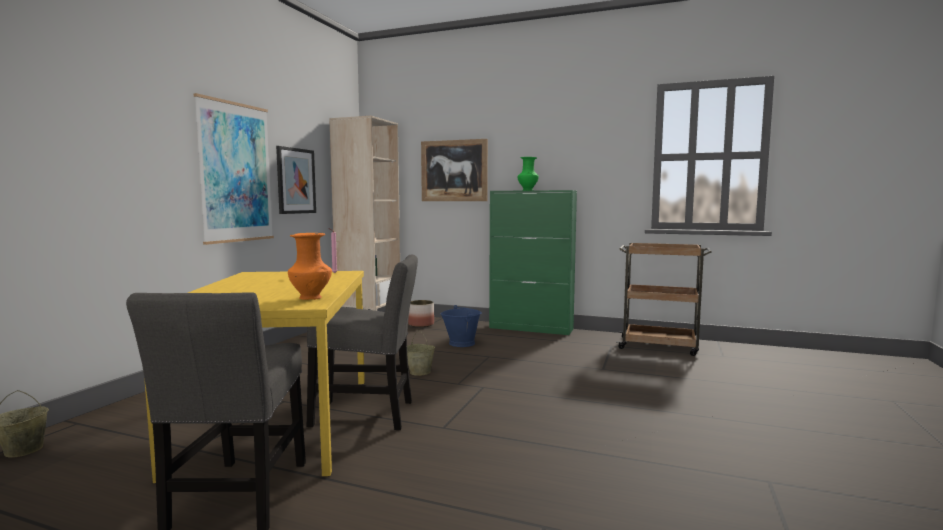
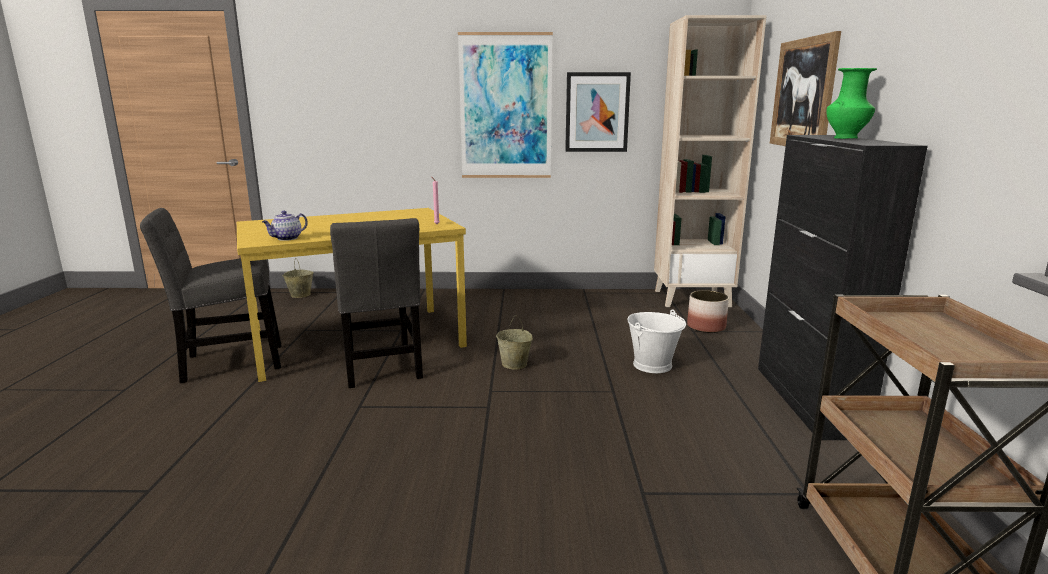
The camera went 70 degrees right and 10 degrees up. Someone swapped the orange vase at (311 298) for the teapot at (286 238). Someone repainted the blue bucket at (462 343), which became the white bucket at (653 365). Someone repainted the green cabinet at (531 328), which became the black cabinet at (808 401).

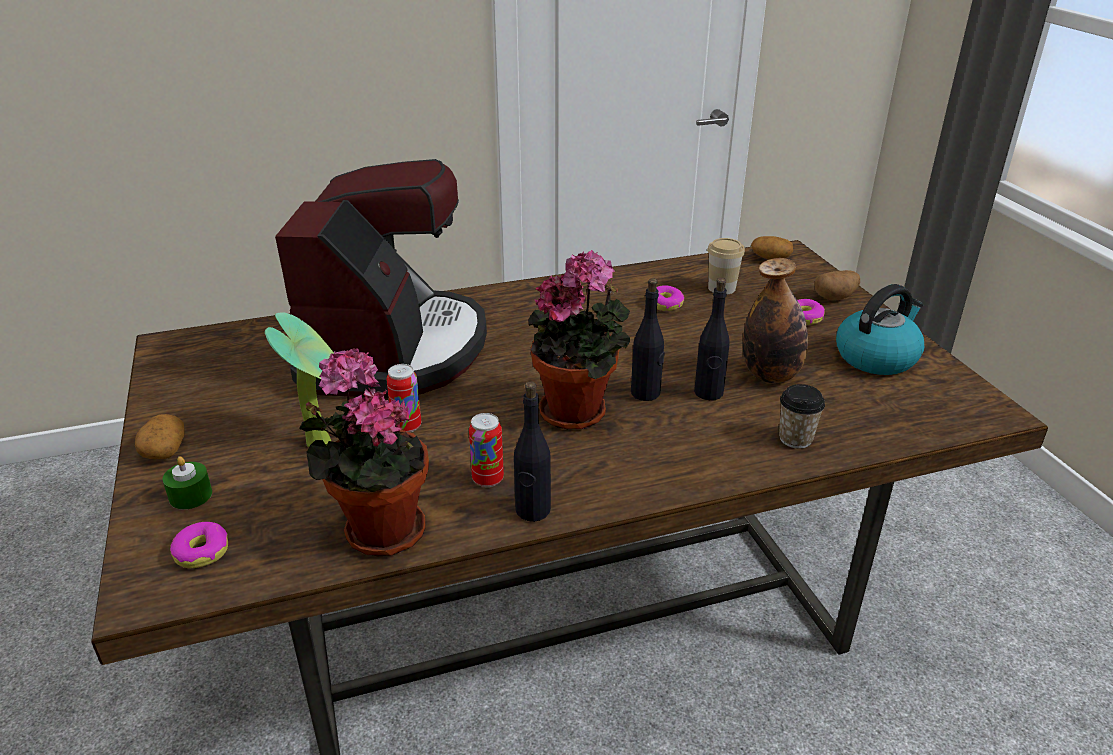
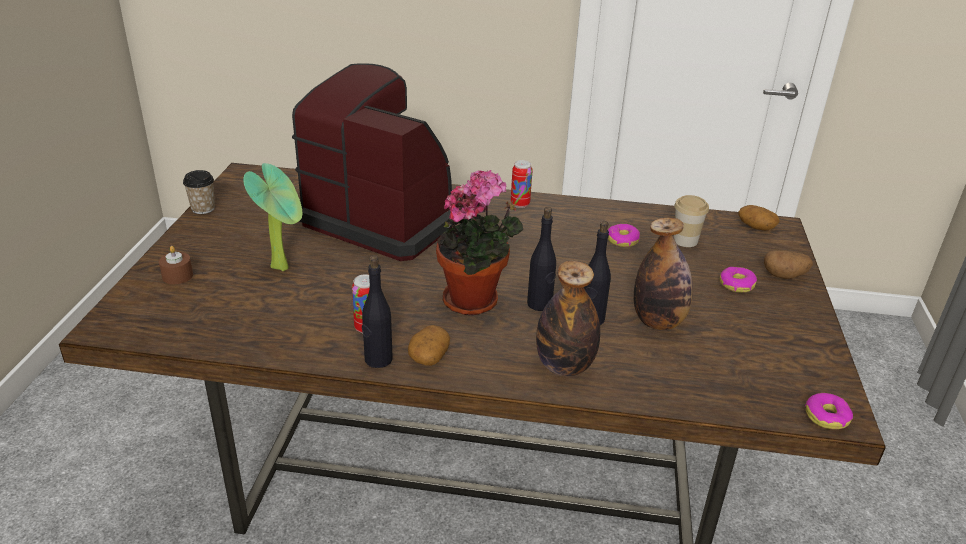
The camera went 25 degrees right and 0 degrees up. Someone took away the potted plant at (378 530). Someone took away the kettle at (876 357). Someone put down the bottle at (564 366). Someone carried the potato from (164 449) to (429 356). Someone carried the donut from (202 551) to (826 416). Someone carried the can from (407 426) to (520 204). Someone carried the cup from (795 439) to (203 209). Someone repainted the green candle at (190 495), which became the brown candle at (177 276). Someone rotated the coffee machine at (395 350) by 90 degrees counterclockwise.

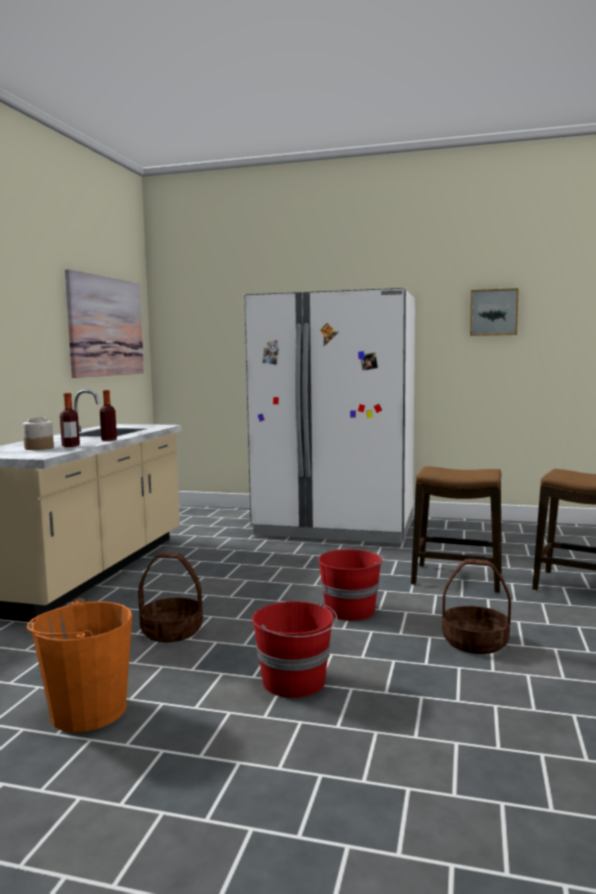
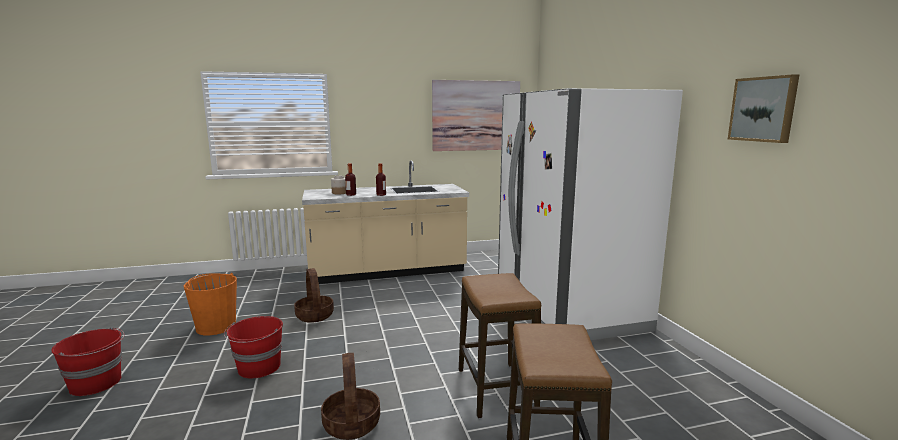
The camera went 60 degrees right and 5 degrees up. Someone carried the red bucket from (350 610) to (97 383).

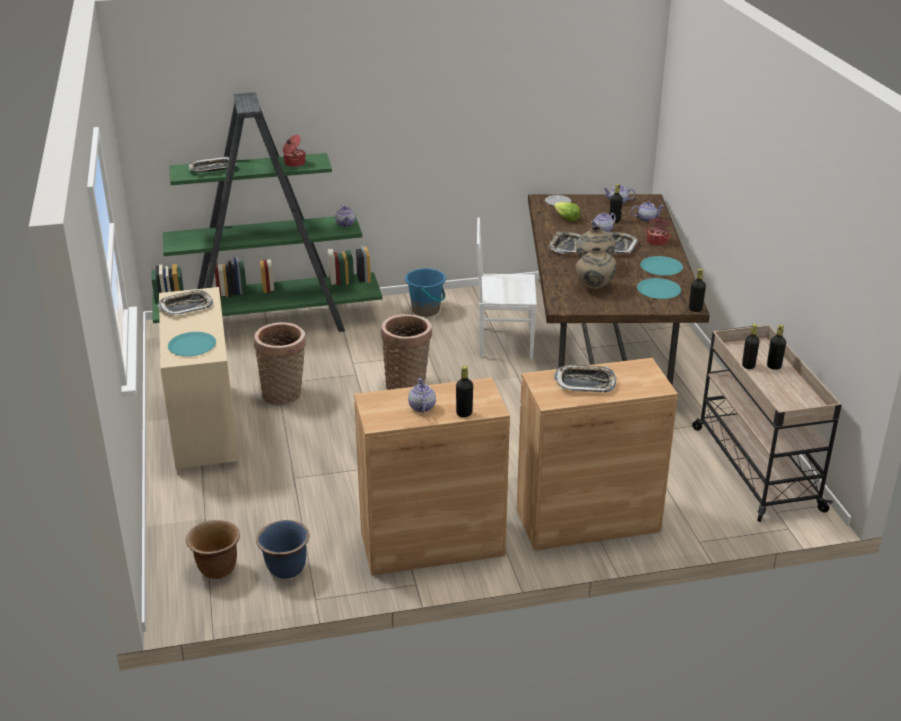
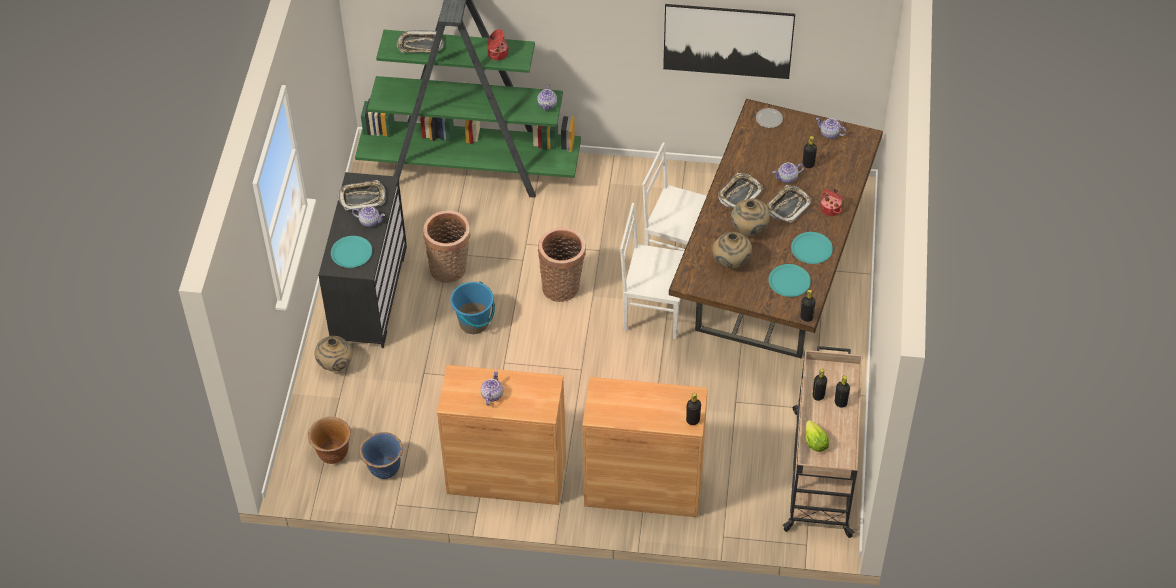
The camera went 20 degrees right and 20 degrees up. Someone took away the tray at (585 382). Someone put down the beige vase at (335 365). Someone put down the white chair at (653 311). Someone put up the picture at (728 41). Someone carried the blue bucket from (426 310) to (474 323). Someone carried the black bottle from (464 413) to (693 420). Someone carried the lettuce from (566 218) to (814 442). Someone carried the teapot from (646 219) to (370 221). Someone repainted the beige dresser at (203 428), which became the black dresser at (368 293).

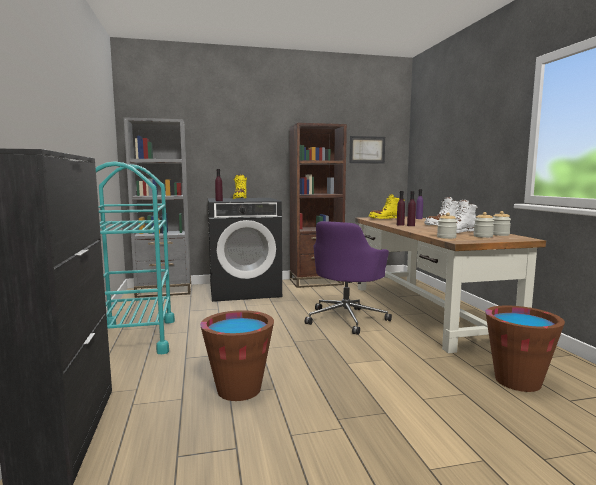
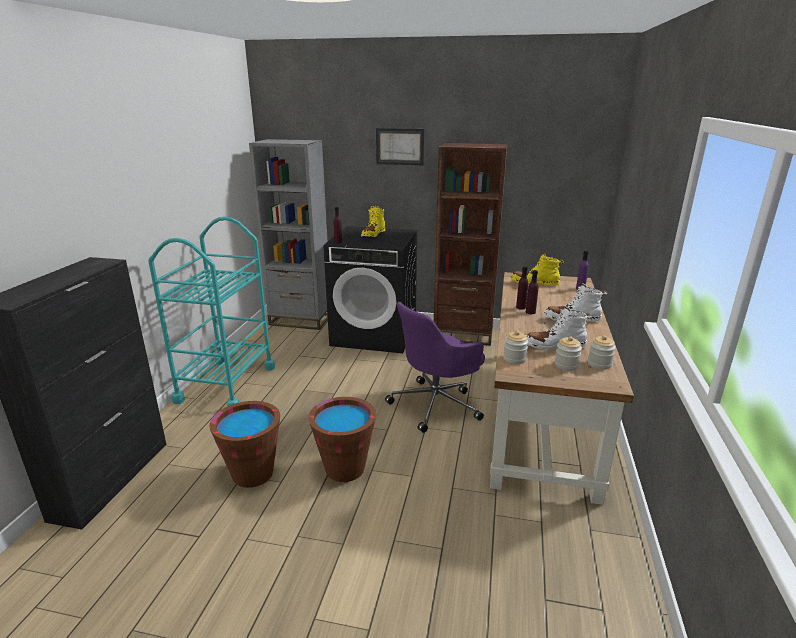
The camera went 25 degrees right and 15 degrees up. Someone carried the picture from (367 150) to (400 146). Someone carried the brown bucket from (517 381) to (345 468).

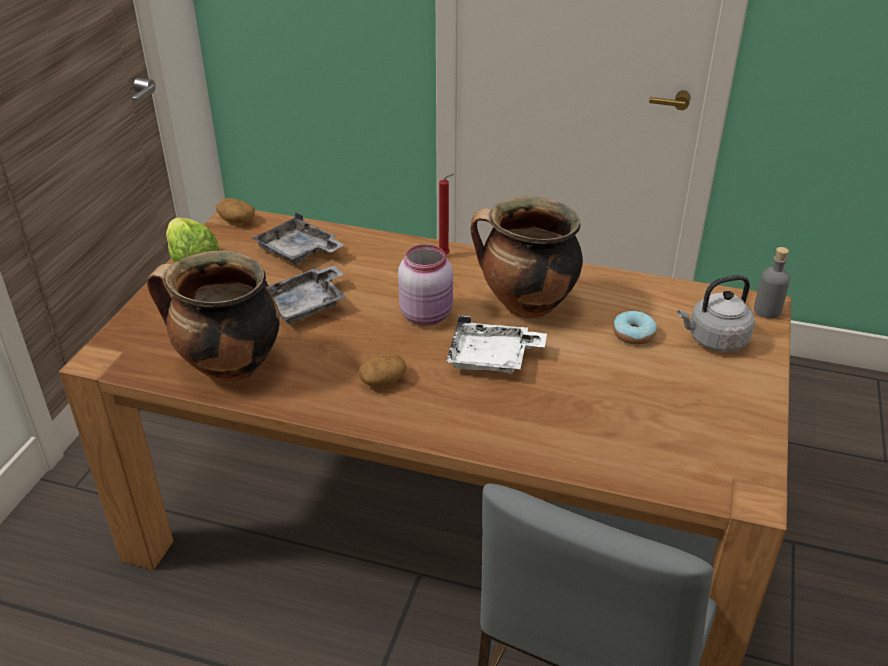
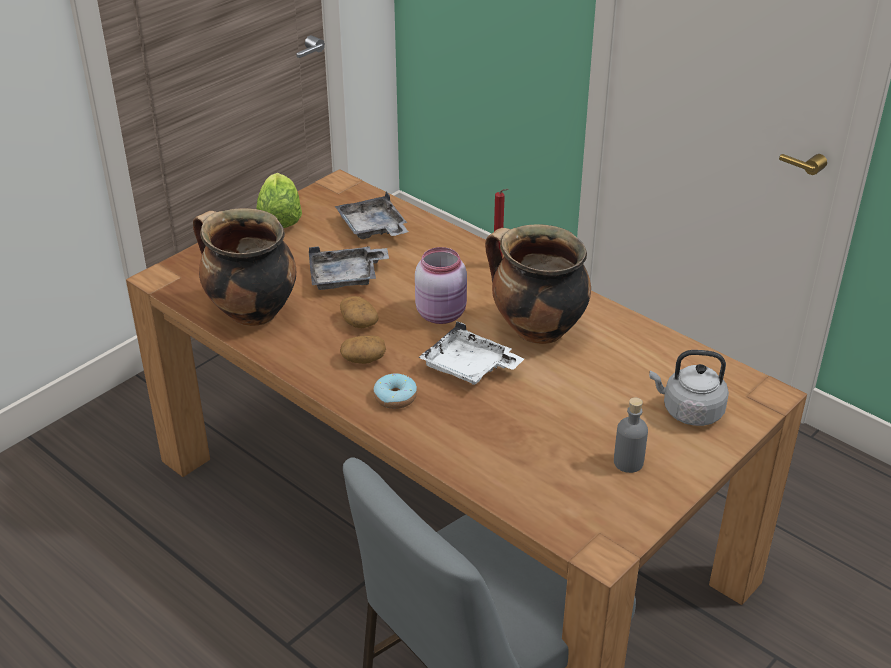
The camera went 25 degrees right and 0 degrees up. Someone carried the potato from (236 220) to (358 322). Someone carried the donut from (633 334) to (395 398). Someone carried the grey bottle from (767 310) to (628 462).

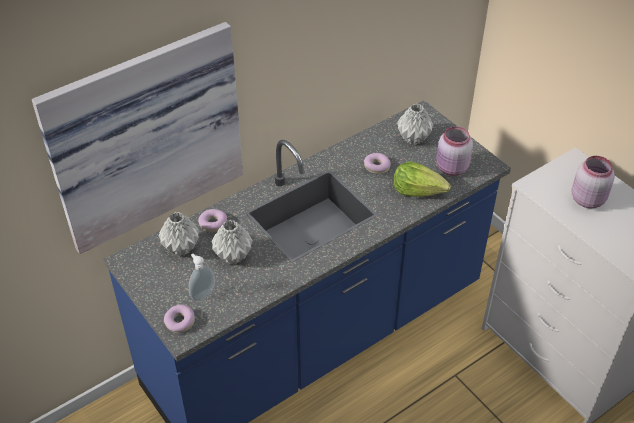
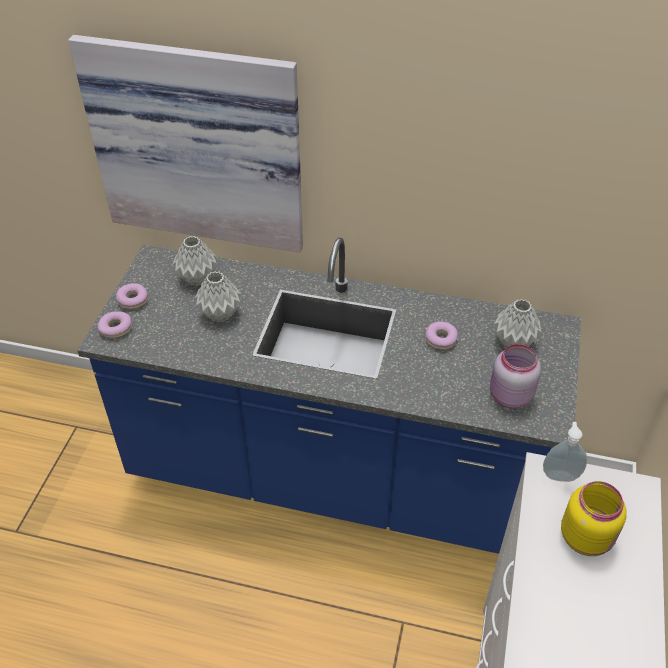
The camera went 50 degrees right and 0 degrees up. Someone took away the lettuce at (418 190). Someone carried the soap dispenser from (202 294) to (560 475). Someone carried the donut from (213 223) to (133 300). Someone repainted the pink jar at (587 198), which became the yellow jar at (587 537).

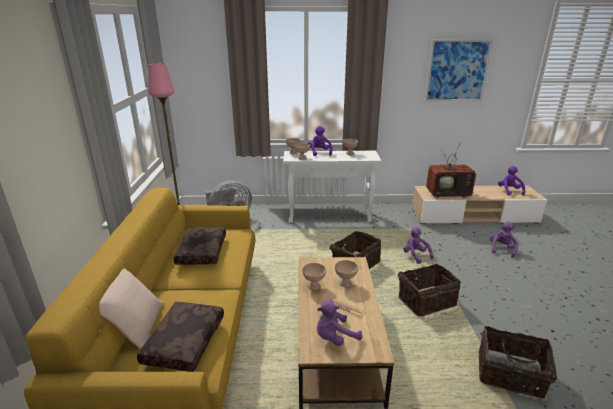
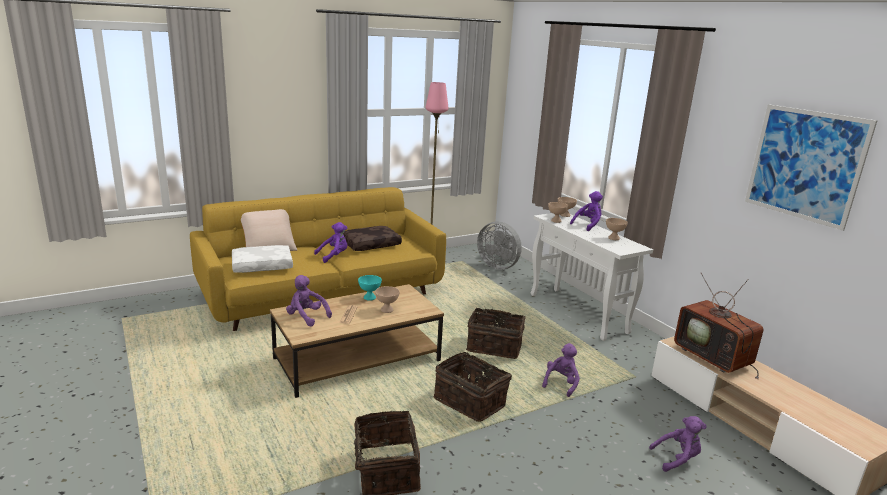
The camera went 60 degrees right and 5 degrees down. Someone carried the purple plush toy from (509 191) to (334 256). Someone repainted the brown pillow at (184 341), which became the white pillow at (262 265). Someone repainted the beige bowl at (313 286), which became the turquoise bowl at (369 297).

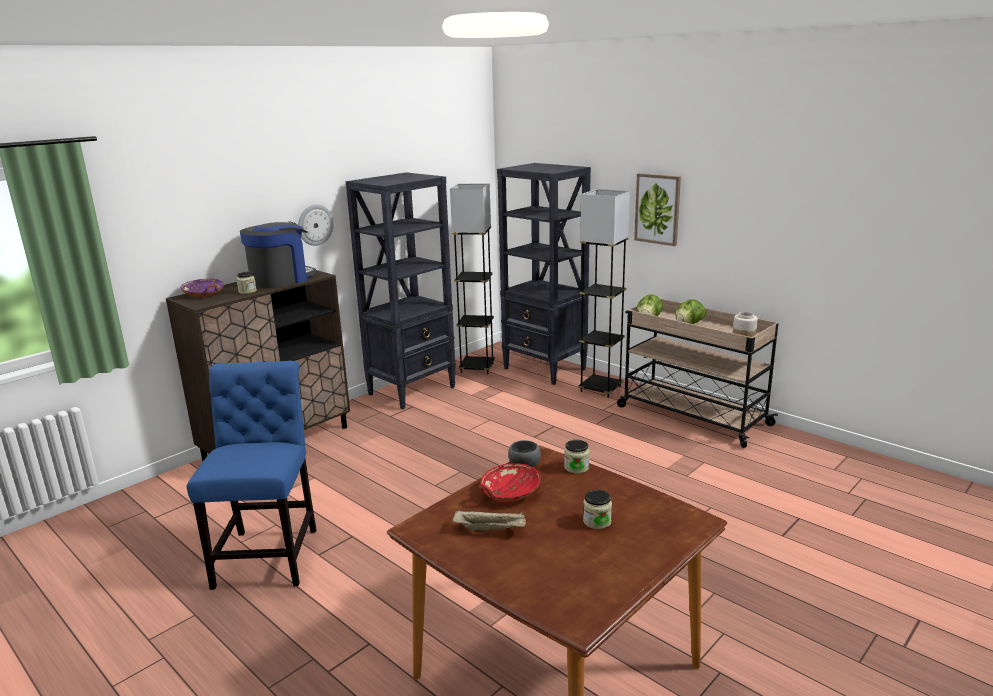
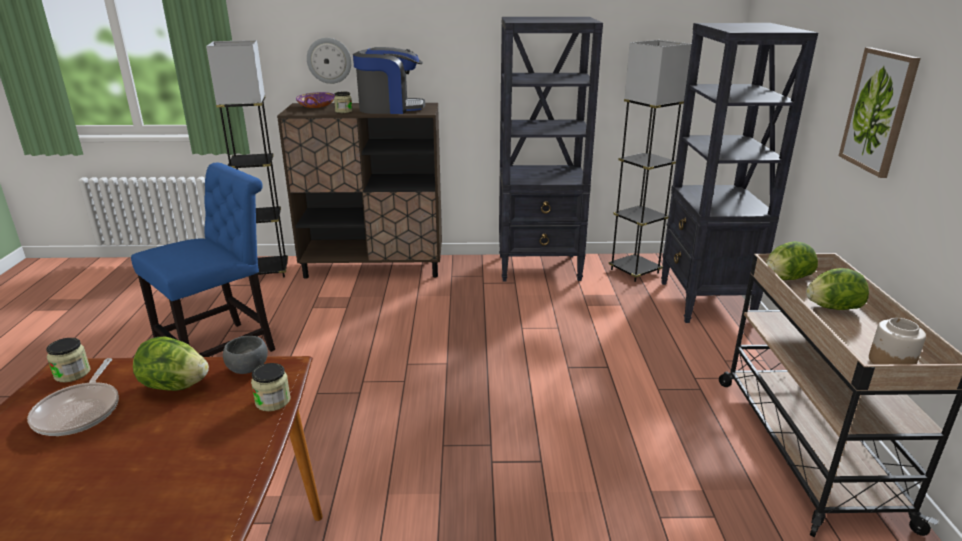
The camera went 45 degrees right and 5 degrees up. Someone carried the wall clock from (315 225) to (329 60). Someone carried the grey floor lamp from (600 389) to (268 271). Someone carried the jar from (597 521) to (72 373). Someone swapped the beige tray at (491 529) for the frying pan at (80 411). Someone swapped the red bowl at (509 492) for the lettuce at (175 386).

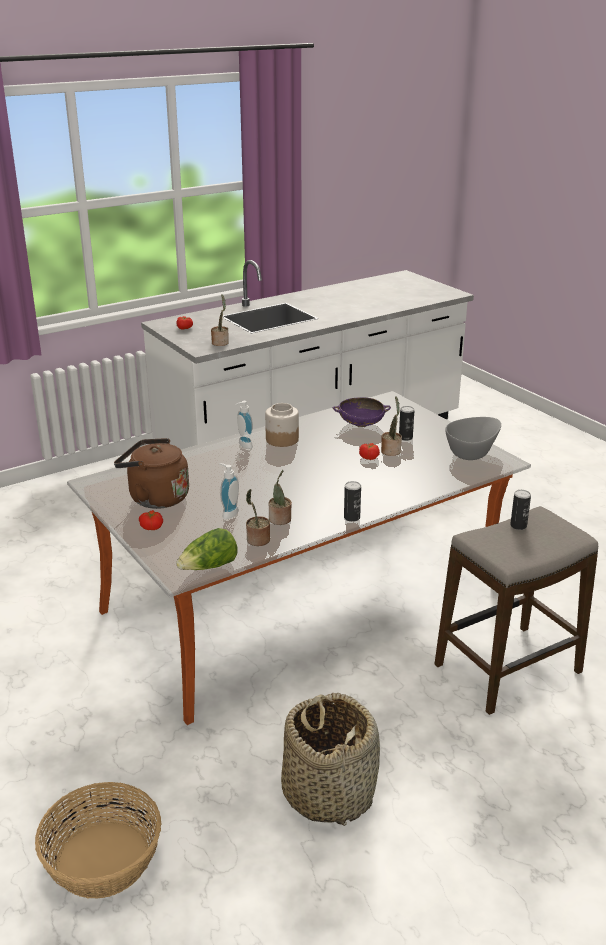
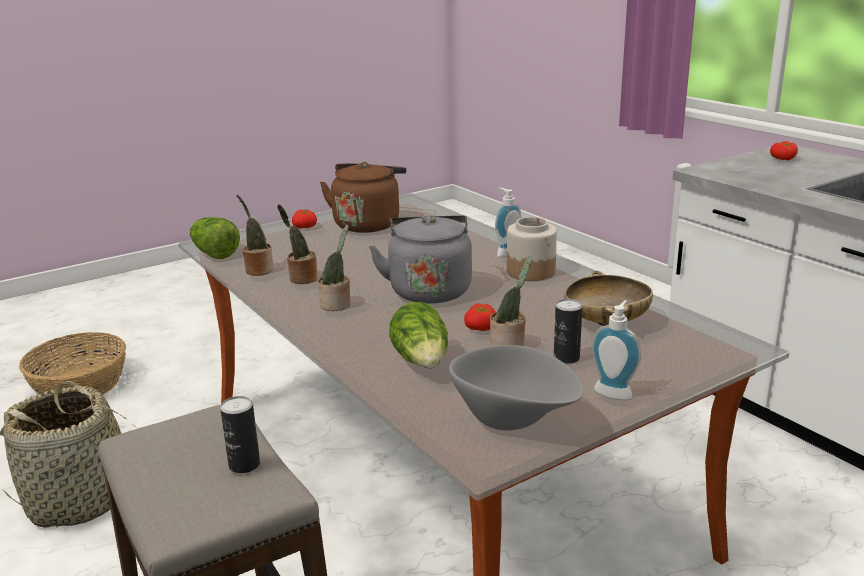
The camera went 90 degrees right and 5 degrees down. Someone took away the can at (352 517). Someone put down the grey kettle at (429 290). Someone put down the lettuce at (422 361). Someone carried the potted plant from (220 342) to (337 305). Someone carried the soap dispenser from (228 513) to (614 391). Someone repainted the purple bowl at (361 425), which became the beige bowl at (606 322).

